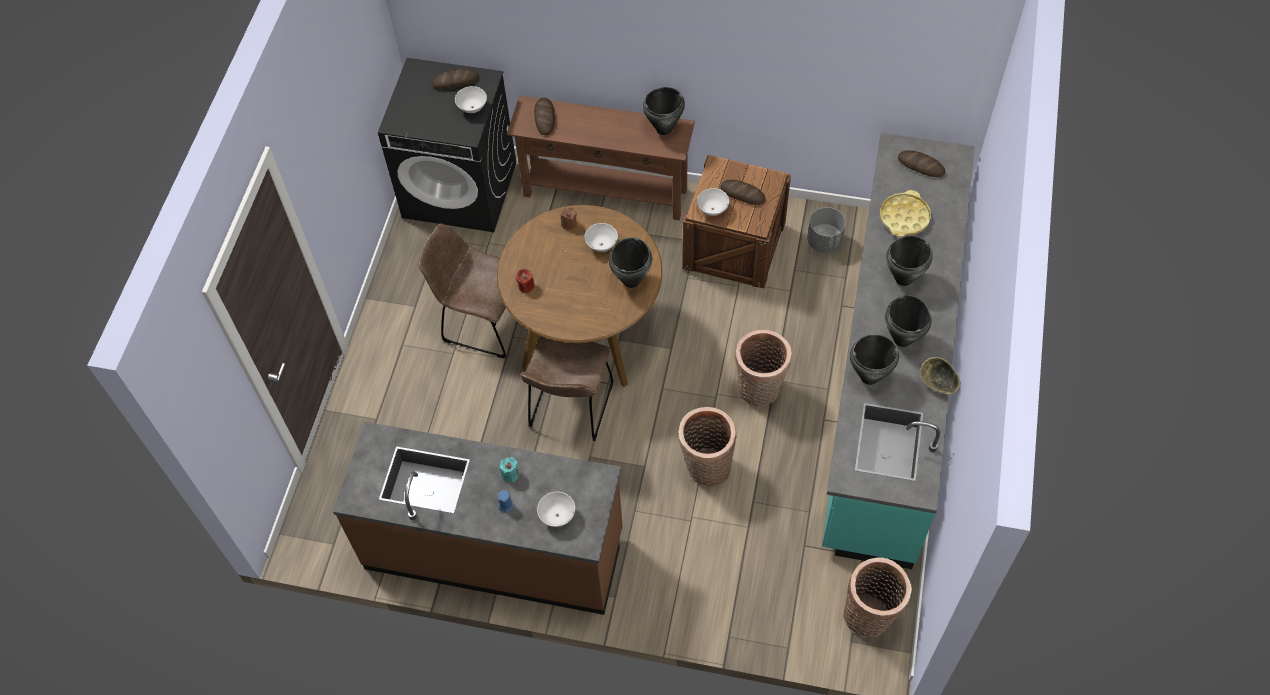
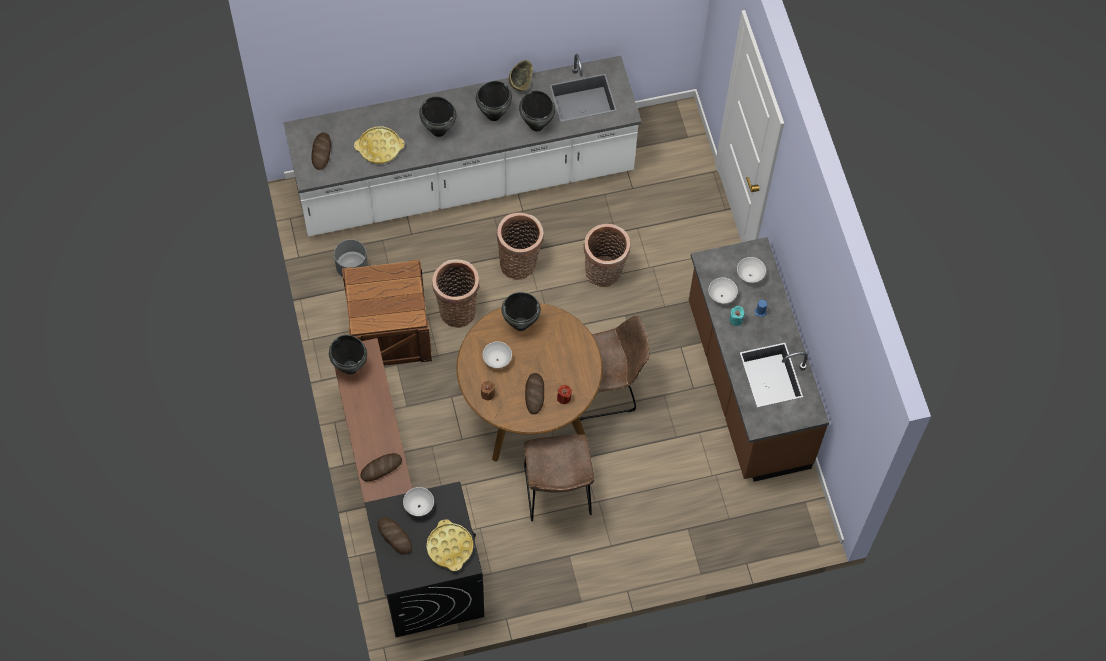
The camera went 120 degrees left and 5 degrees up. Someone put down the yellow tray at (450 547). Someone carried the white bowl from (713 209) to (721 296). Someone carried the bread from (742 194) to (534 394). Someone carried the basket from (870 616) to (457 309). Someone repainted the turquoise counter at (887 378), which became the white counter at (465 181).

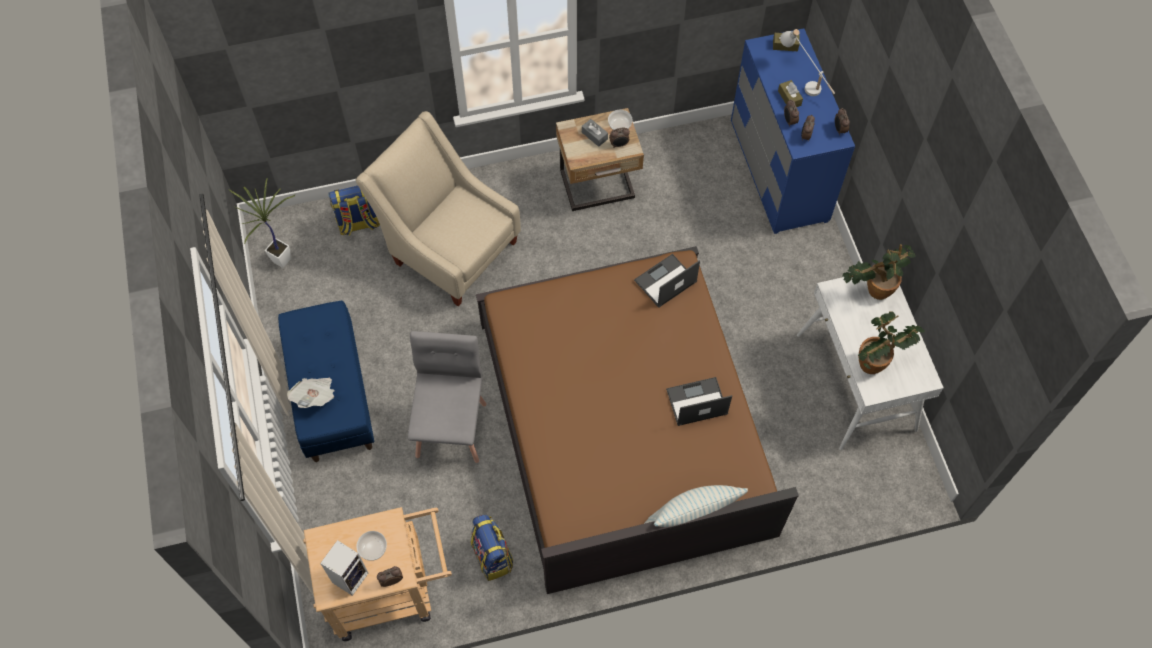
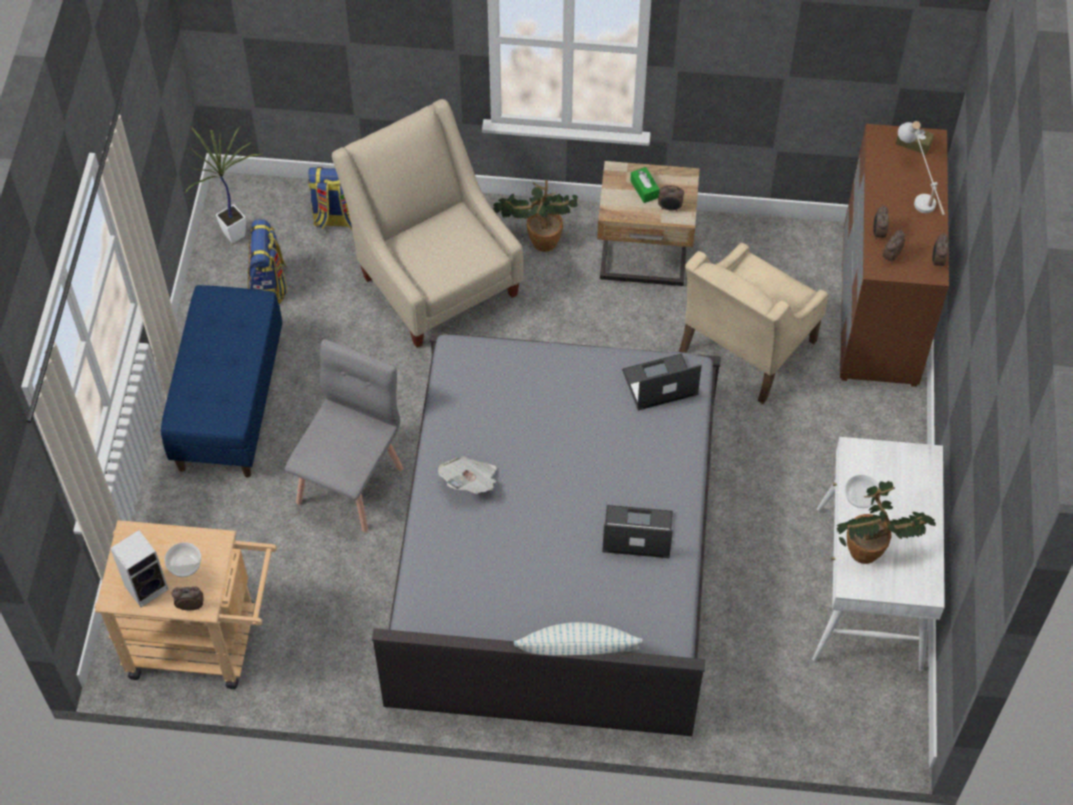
The camera went 20 degrees right and 5 degrees down. Someone took away the brown tissue box at (789 98). Someone put down the beige armchair at (746 347). Someone carried the newspaper from (315 396) to (470 482). Someone carried the backpack from (493 556) to (269 285). Someone carried the bowl from (620 125) to (861 497). Someone carried the potted plant from (873 290) to (538 239). Someone repainted the brown bed at (623 426), which became the grey bed at (556 546). Someone repainted the grey tissue box at (594 135), which became the green tissue box at (644 189). Someone repainted the blue dresser at (778 171), which became the brown dresser at (879 307).

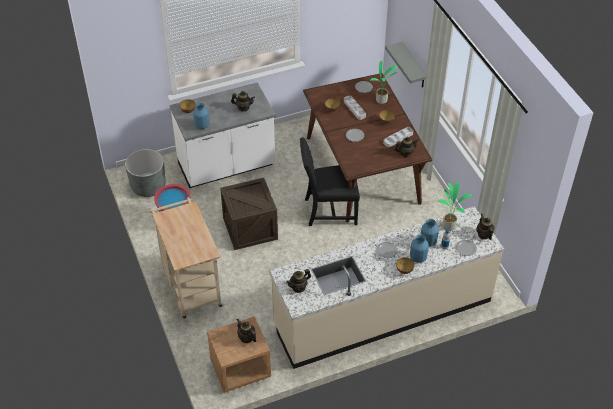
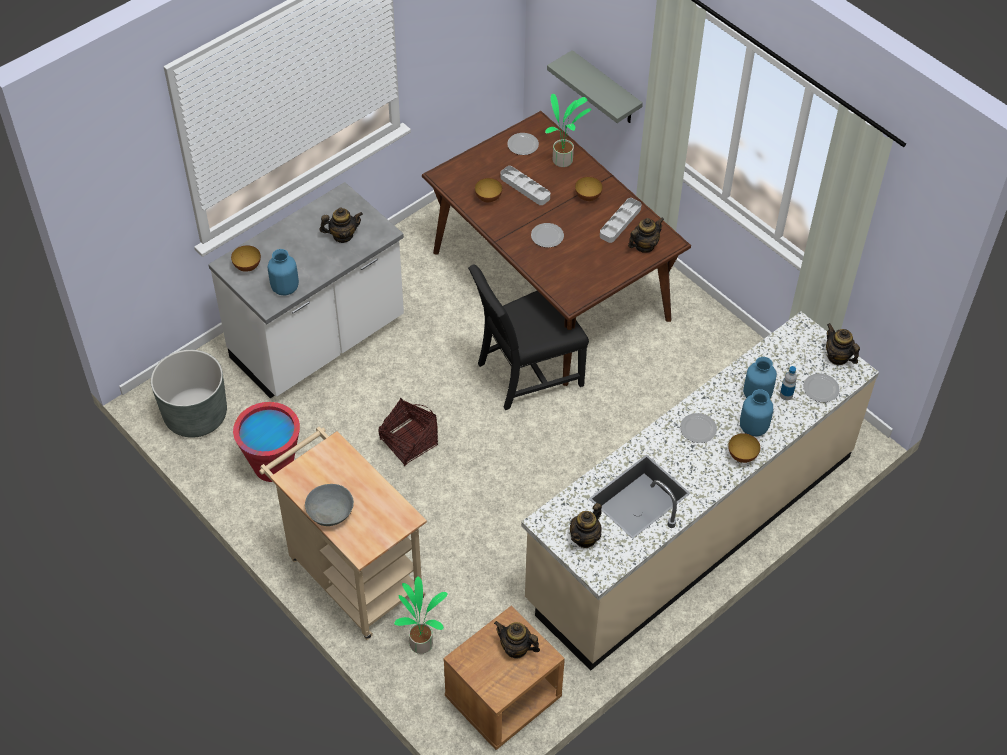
The camera went 20 degrees left and 5 degrees up. Someone put down the grey bowl at (331 513). Someone carried the potted plant from (449 225) to (421 642). Someone swapped the crate at (250 228) for the basket at (408 442).

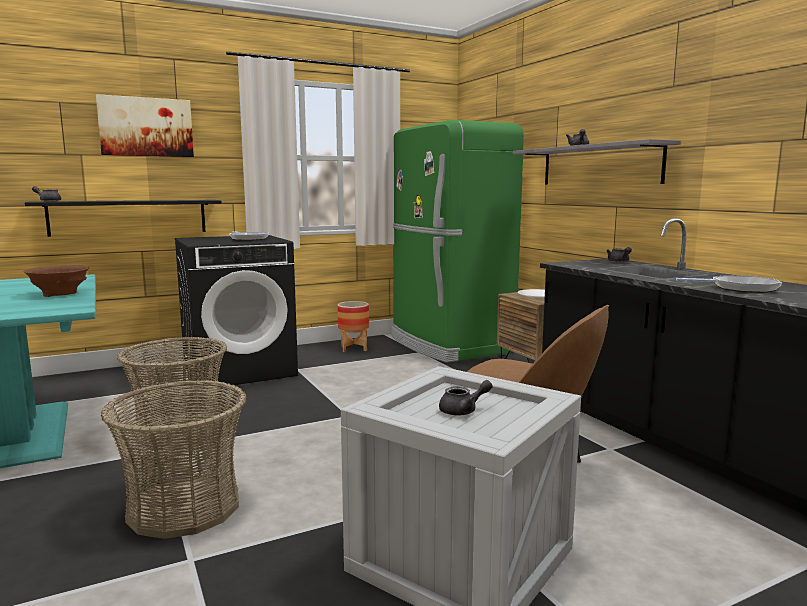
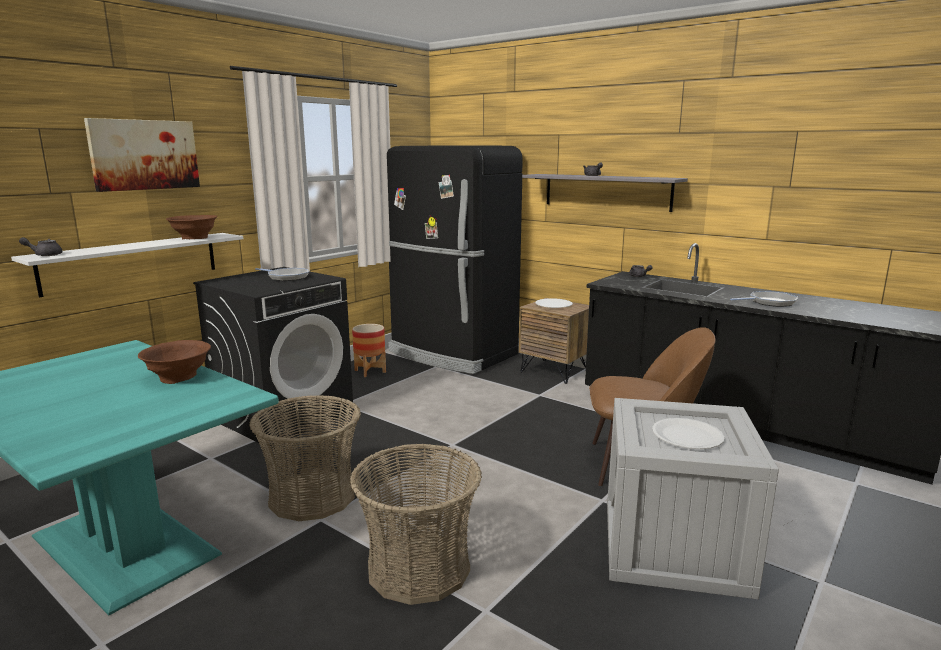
The camera went 25 degrees left and 5 degrees up. Someone put down the brown bowl at (194 238). Someone swapped the grey teapot at (463 411) for the white plate at (687 435). Someone repainted the black shelf at (129 217), which became the white shelf at (132 262). Someone repainted the green fridge at (448 344), which became the black fridge at (452 354).

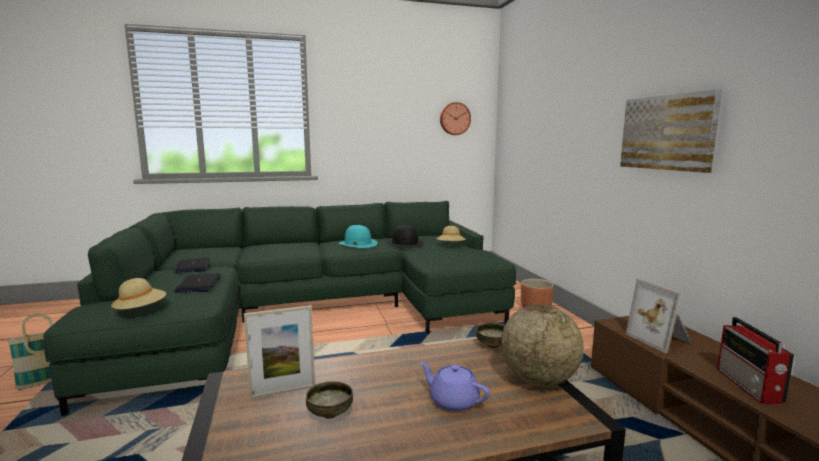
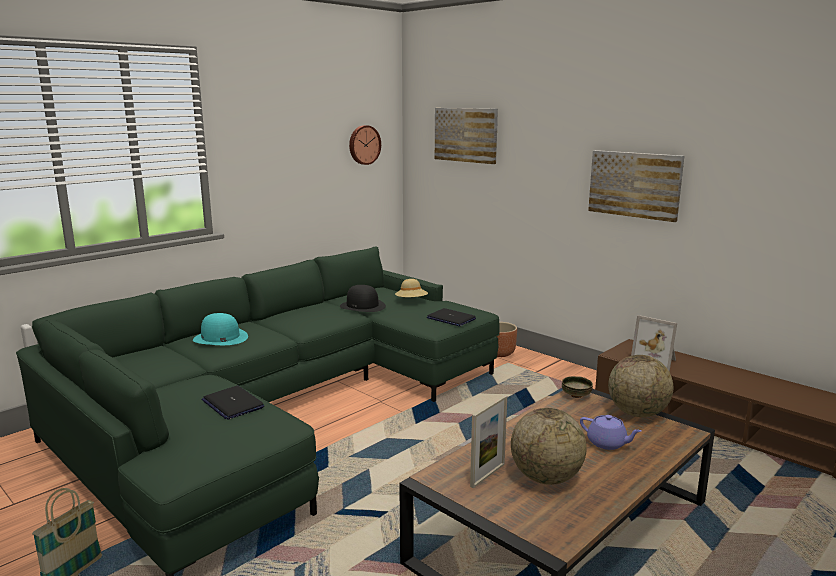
The camera went 30 degrees left and 5 degrees up. Someone took away the beige hat at (140 310). Someone took away the radio at (749 386). Someone put up the picture at (466 135). Someone carried the laptop from (192 266) to (450 318). Someone carried the turquoise hat from (357 243) to (220 338). Someone swapped the bowl at (329 414) for the globe at (546 478). Someone rotated the purple teapot at (453 401) by 150 degrees counterclockwise.

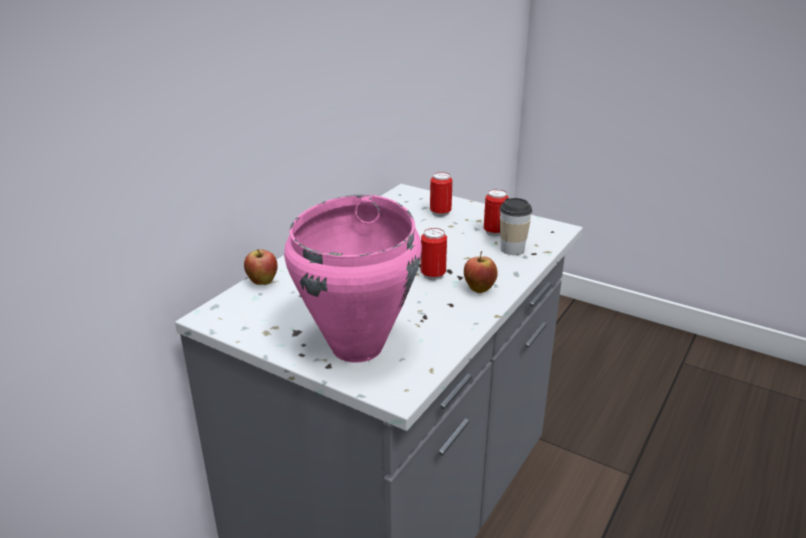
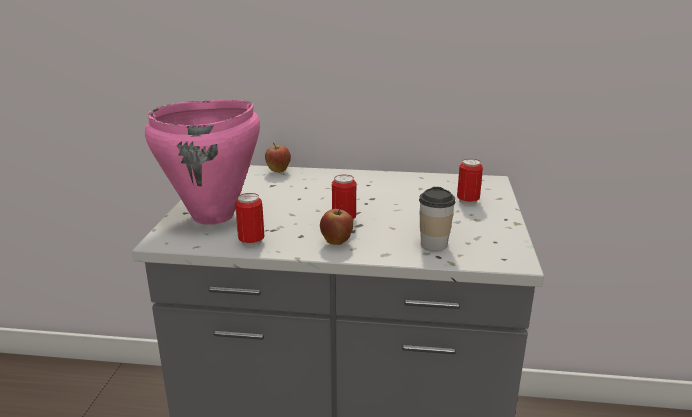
The camera went 65 degrees right and 5 degrees down. Someone carried the can from (494 232) to (251 242).

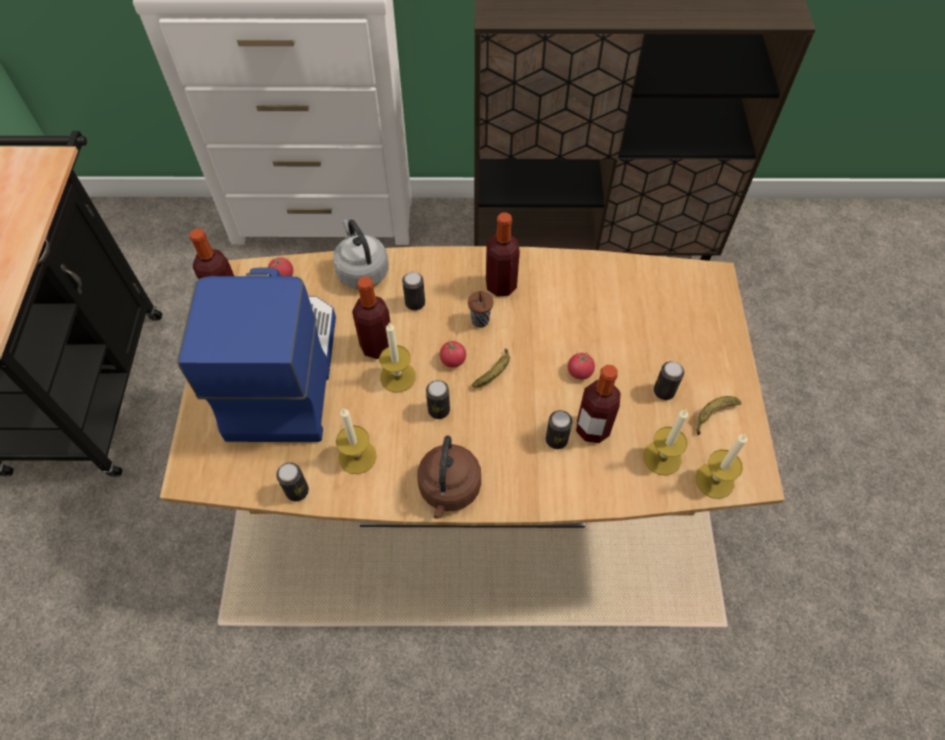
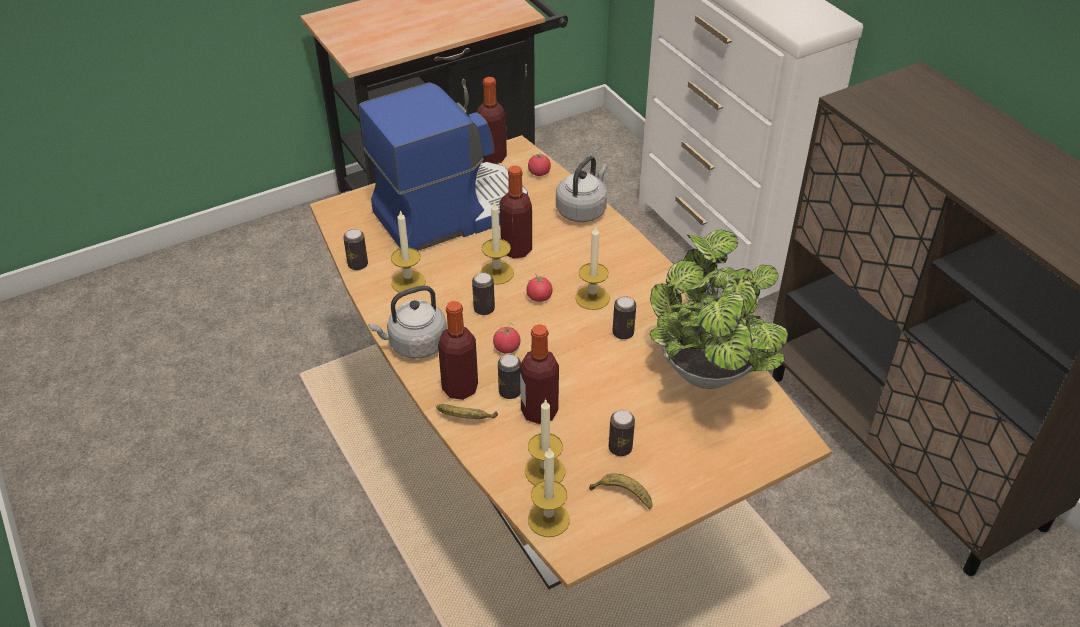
The camera went 60 degrees right and 15 degrees down. Someone put down the potted plant at (708 377). Someone carried the can from (415 303) to (623 333). Someone carried the banana from (494 372) to (466 418). Someone carried the bottle from (501 285) to (460 388). Someone carried the tomato from (580 372) to (507 348). Someone swapped the brown cup at (480 322) for the candle at (592 298). Someone repainted the brown kettle at (449 490), which became the grey kettle at (415 345).

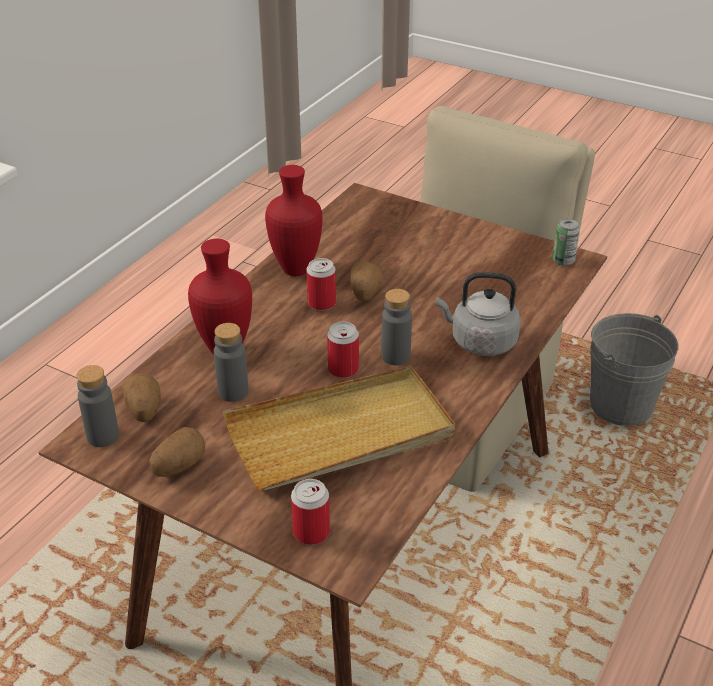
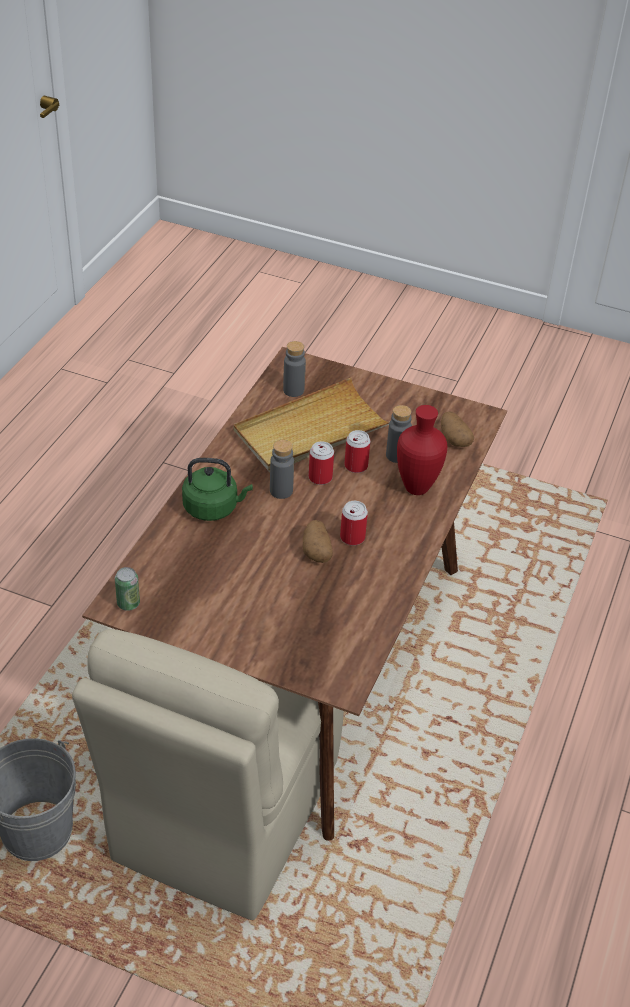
The camera went 170 degrees right and 5 degrees up. Someone took away the potato at (179 466). Someone took away the red vase at (296 271). Someone carried the grey bottle from (103 436) to (293 390). Someone carried the can from (311 532) to (356 466). Someone repainted the grey kettle at (480 342), which became the green kettle at (213 508).

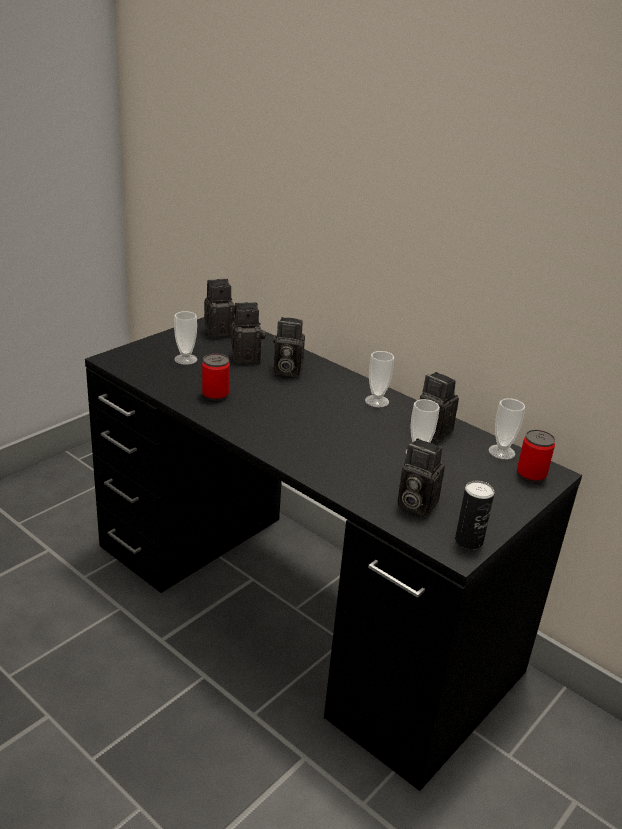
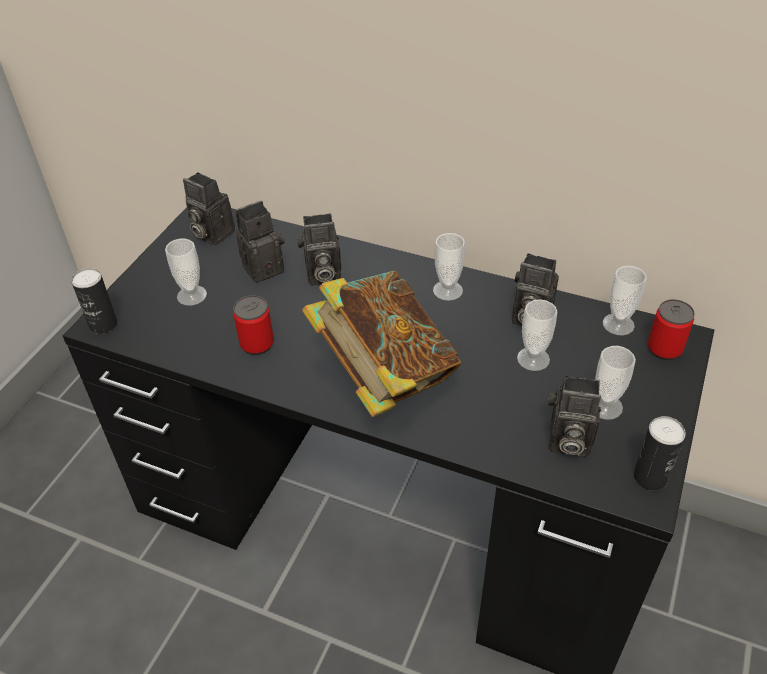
The camera went 15 degrees left and 15 degrees up. Someone put down the can at (103 325). Someone put down the book at (384 375). Someone put down the cup at (605 406). Someone rotated the photo camera at (220 331) by 105 degrees counterclockwise.

